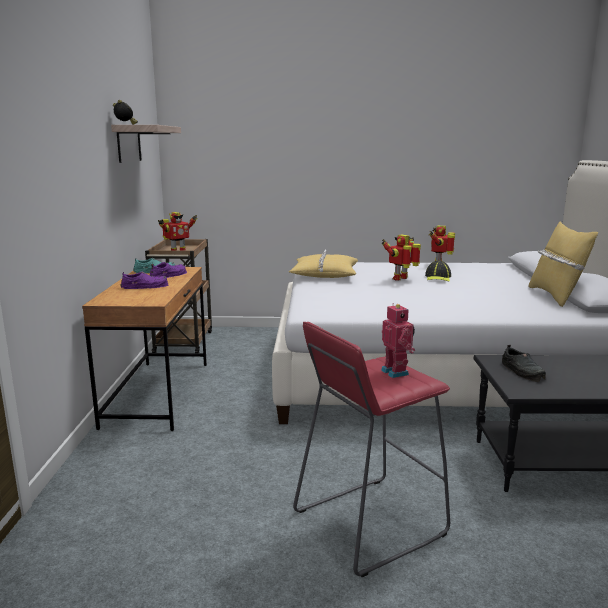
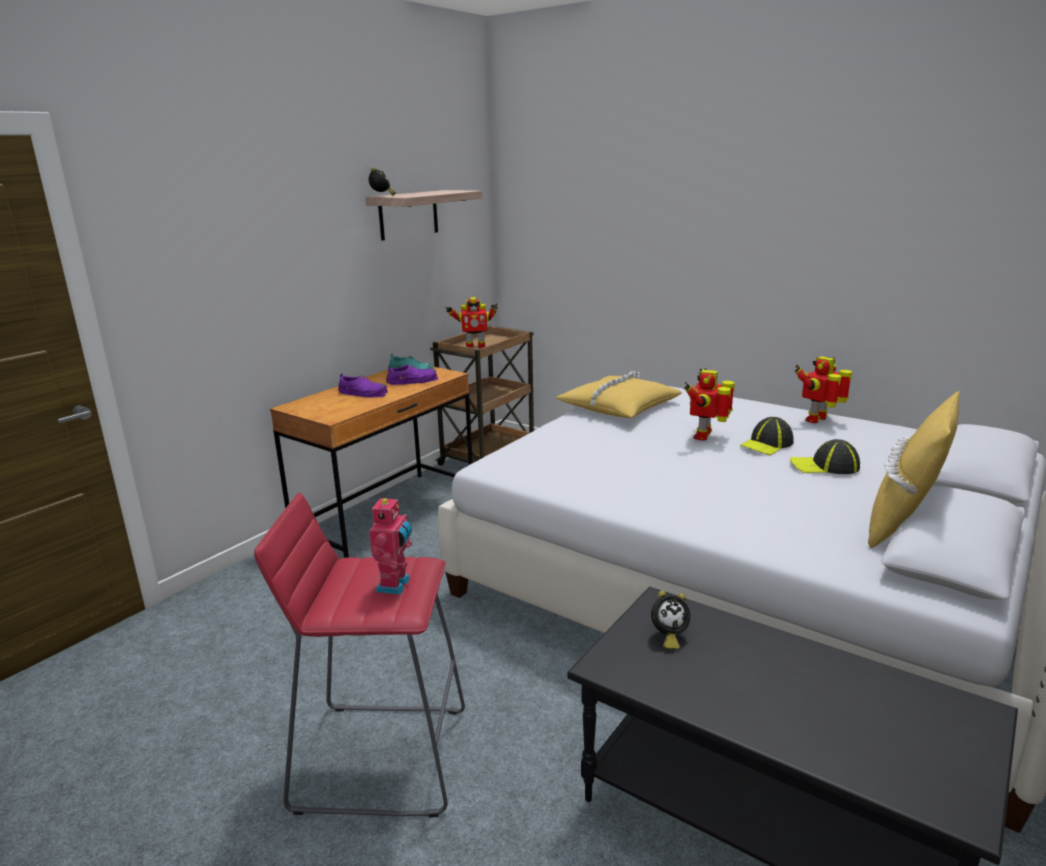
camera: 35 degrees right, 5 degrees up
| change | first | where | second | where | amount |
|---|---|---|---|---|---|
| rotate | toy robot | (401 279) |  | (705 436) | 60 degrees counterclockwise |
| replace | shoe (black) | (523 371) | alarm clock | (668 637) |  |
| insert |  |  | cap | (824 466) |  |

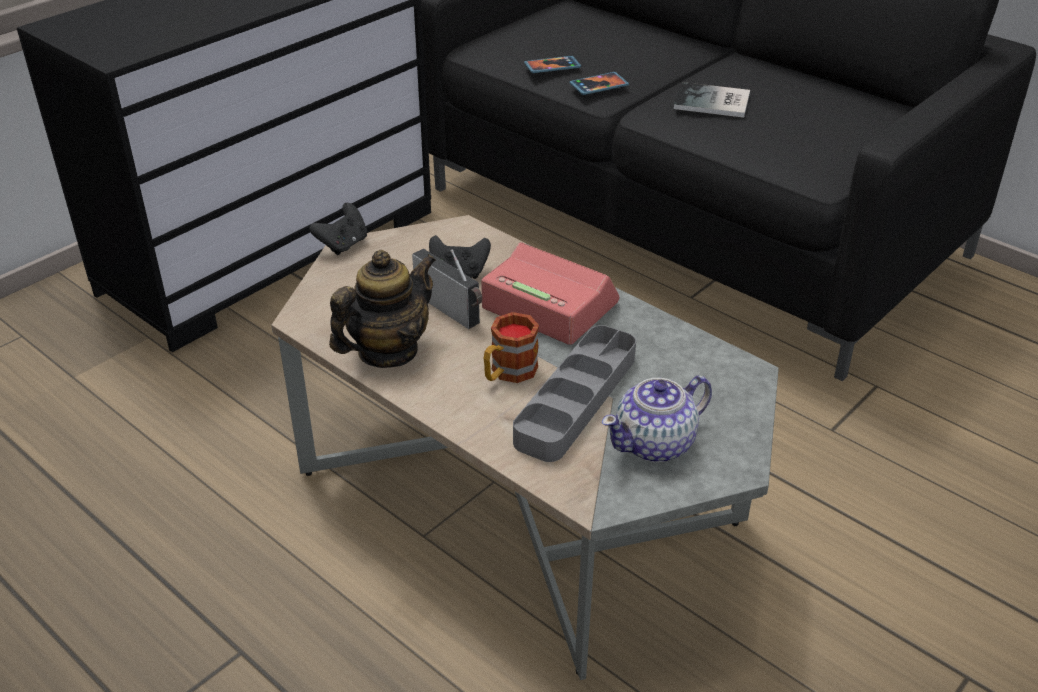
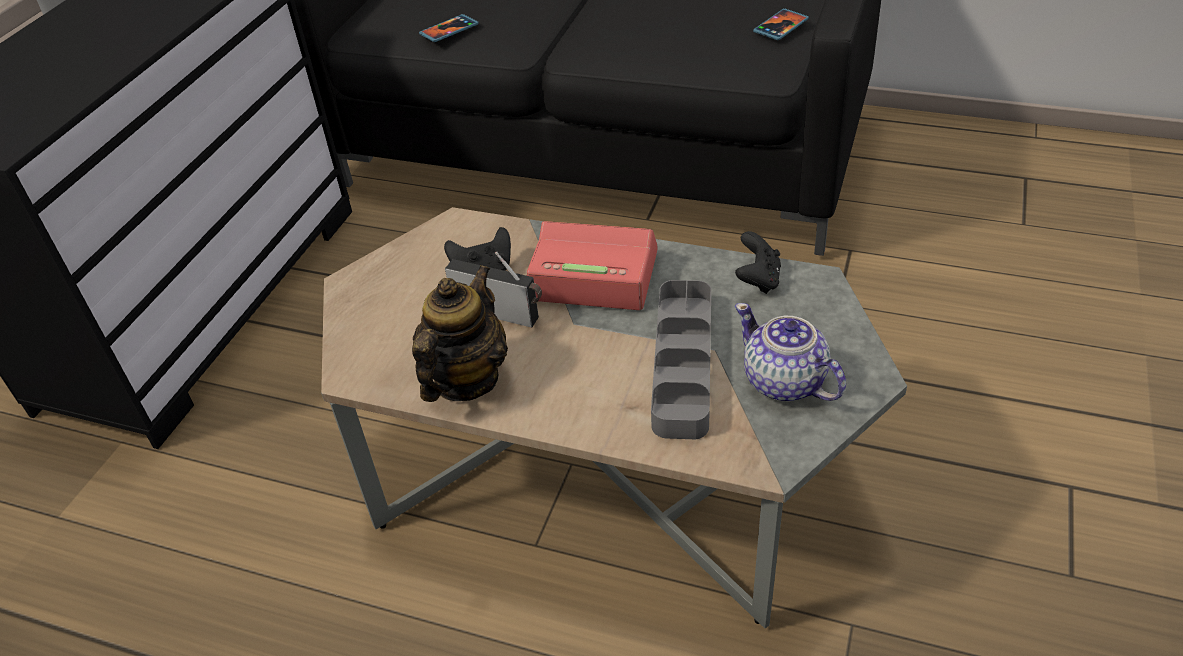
camera: 20 degrees left, 5 degrees up
| change | first | where | second | where | amount |
|---|---|---|---|---|---|
| move | game controller (black) | (343 245) |  | (758 280) |  |
| delete | mug | (508 373) |  |  |  |
| move | phone | (599 85) |  | (781 26) |  |
| rotate | teapot | (655 444) |  | (784 382) | 105 degrees clockwise |
| delete | book | (714 102) |  |  |  |

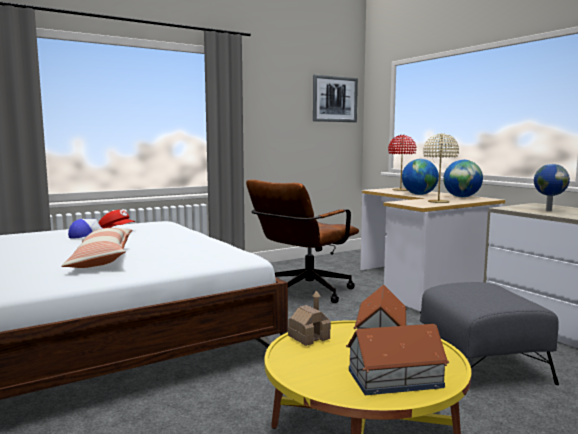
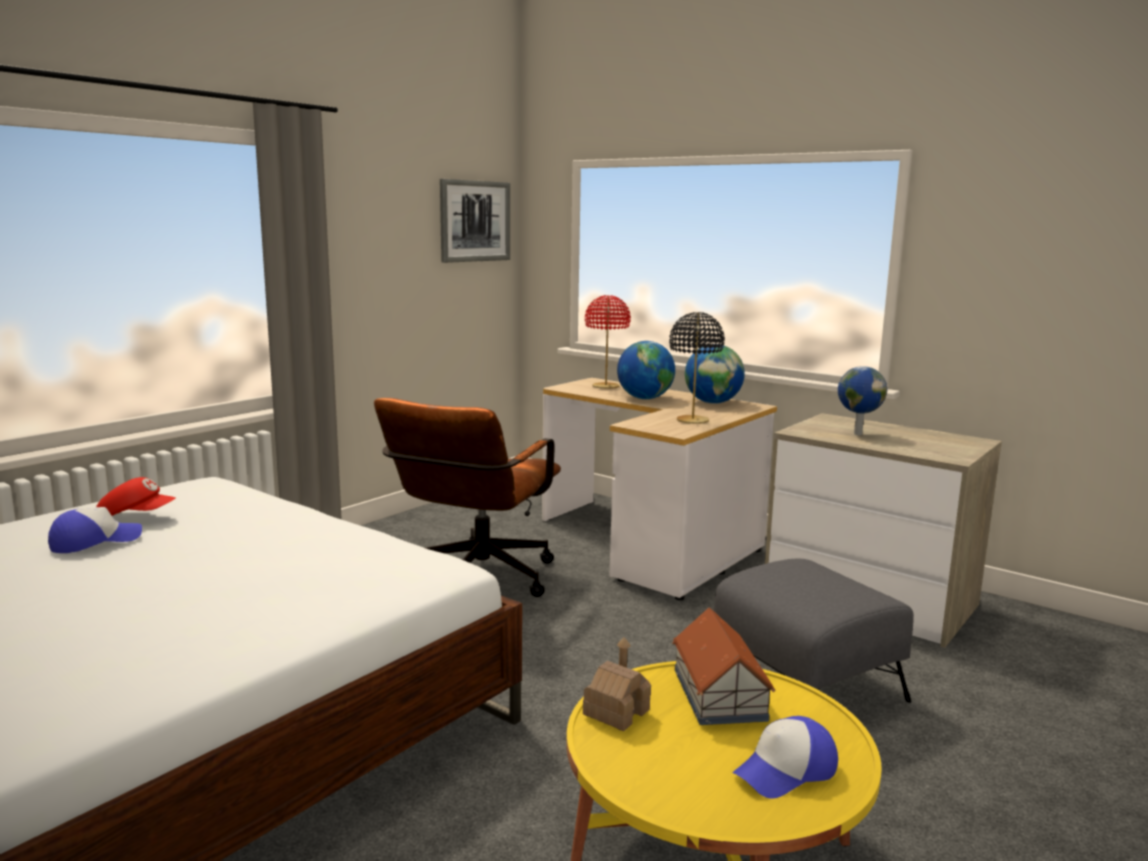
camera: 20 degrees left, 5 degrees up
| change | first | where | second | where | amount |
|---|---|---|---|---|---|
| delete | pillow | (102 259) |  |  |  |
| replace | toy house | (396 378) | cap | (786 771) |  |
| recolor | table lamp (beige) | (438 202) | table lamp (black) | (693 421) |  |

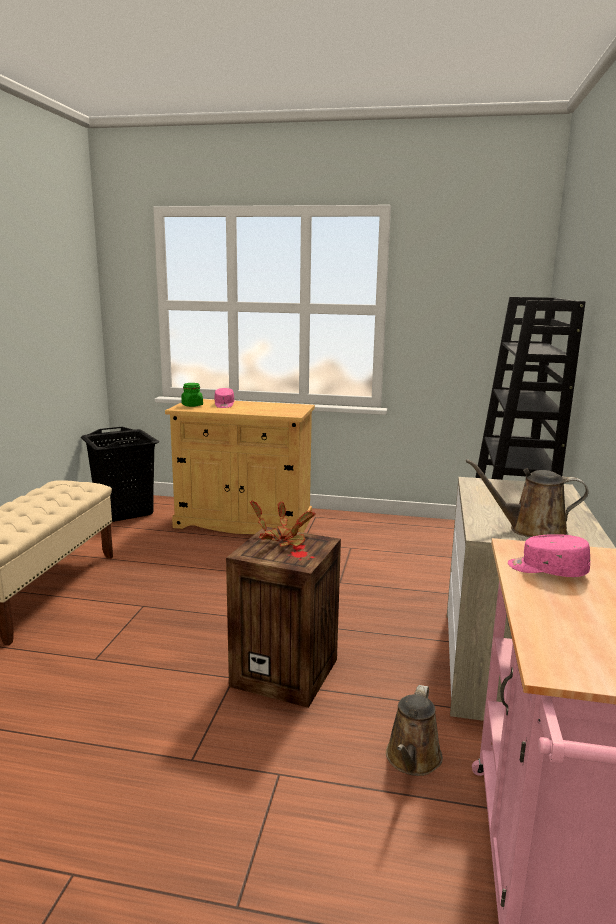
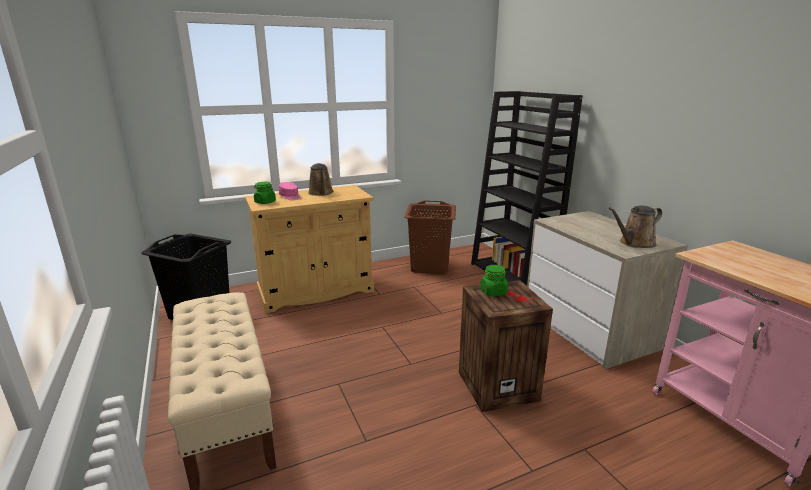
camera: 35 degrees left, 5 degrees up
| change | first | where | second | where | amount |
|---|---|---|---|---|---|
| replace | potted plant | (282 539) | jar (green) | (493 292) |  |
| move | watering can (brown) | (412 760) |  | (321 193) |  |
| delete | cap (pink) | (547 570) |  |  |  |
| insert |  |  | laundry basket (brown) | (429 266) |  |

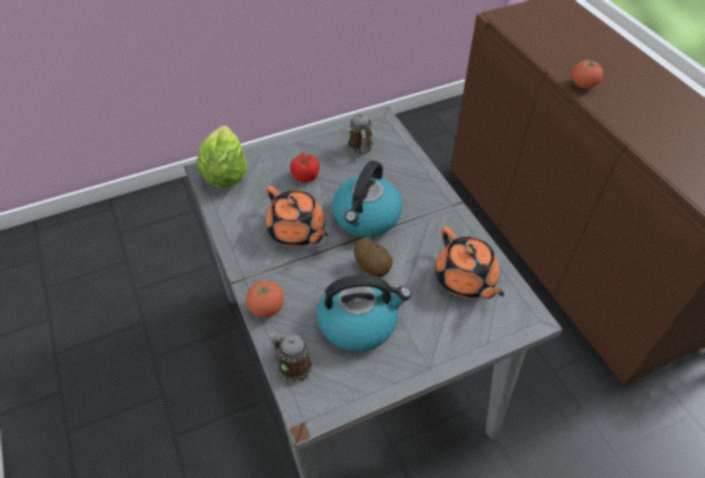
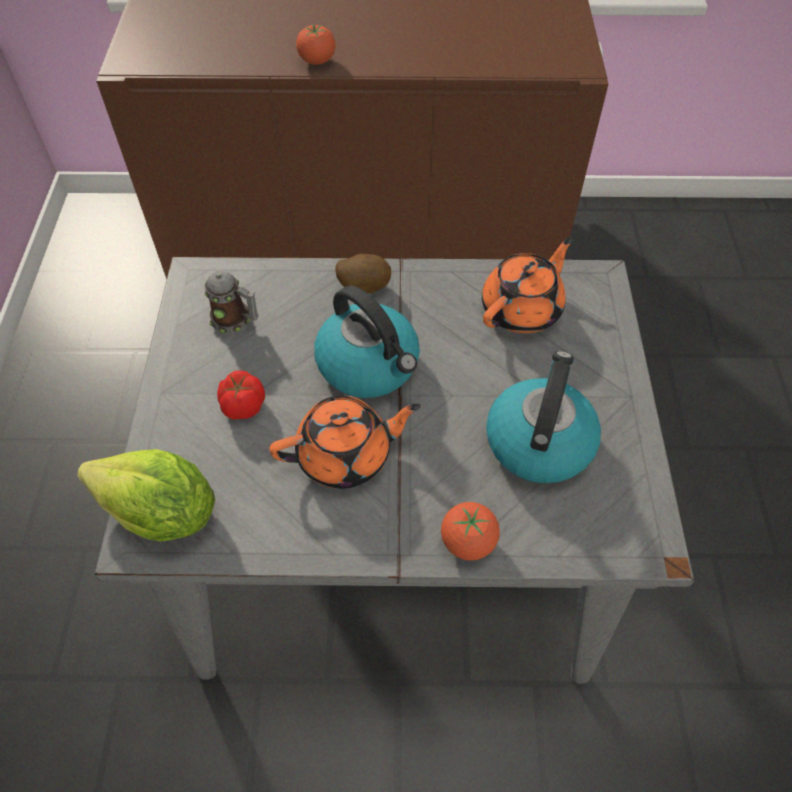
camera: 65 degrees left, 5 degrees up
| change | first | where | second | where | amount |
|---|---|---|---|---|---|
| delete | mug | (292 365) |  |  |  |
| move | potato | (373 268) |  | (363 287) |  |
| rotate | teapot (orange) | (465 279) |  | (522 309) | 45 degrees counterclockwise |

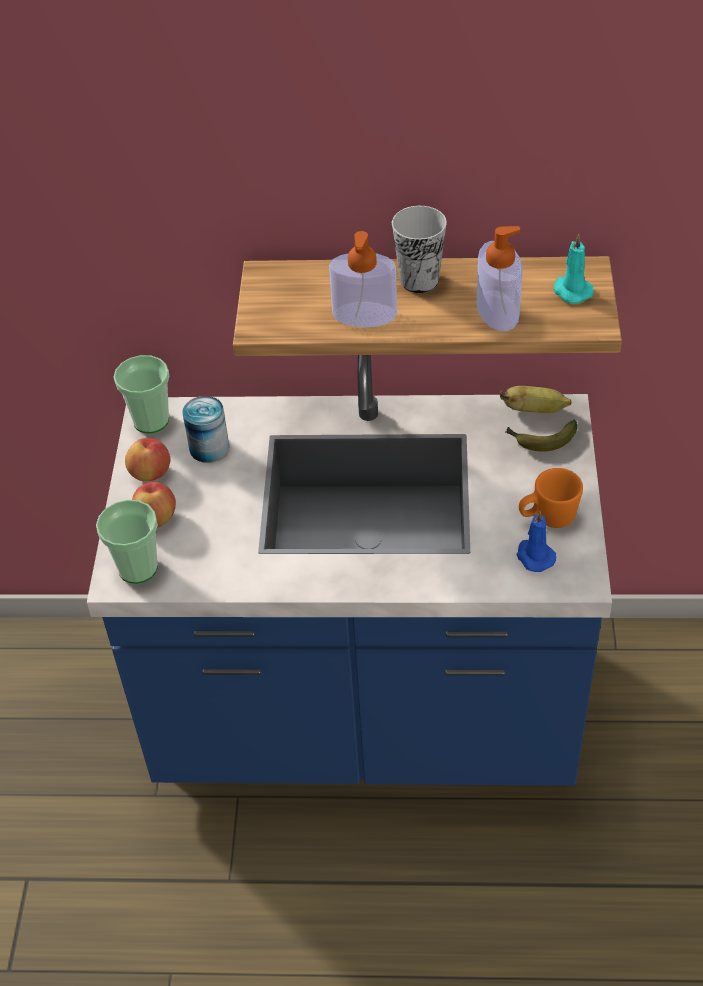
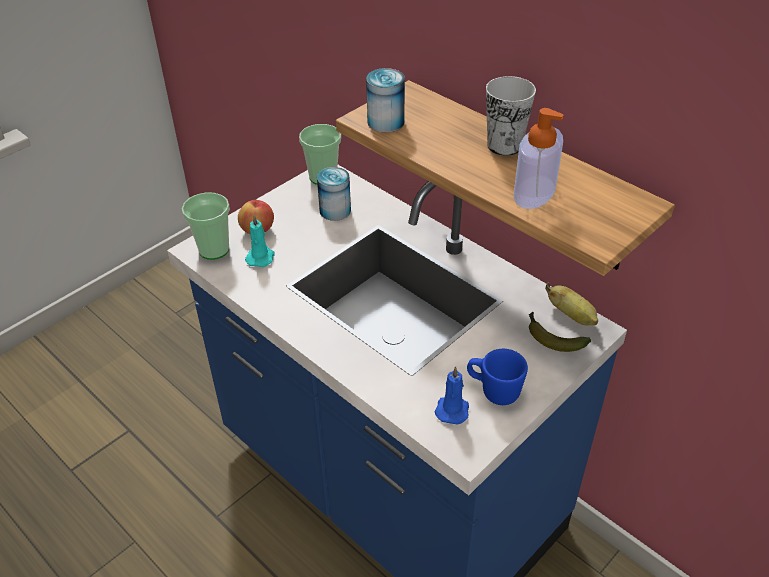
camera: 40 degrees right, 5 degrees down
| change | first | where | second | where | amount |
|---|---|---|---|---|---|
| delete | apple | (151 473) |  |  |  |
| delete | soap dispenser | (364 315) |  |  |  |
| recolor | mug (orange) | (547 518) | mug (blue) | (493 391) |  |
| move | candle (turquoise) | (571 291) |  | (261 257) |  |
| insert |  |  | can | (386 122) |  |

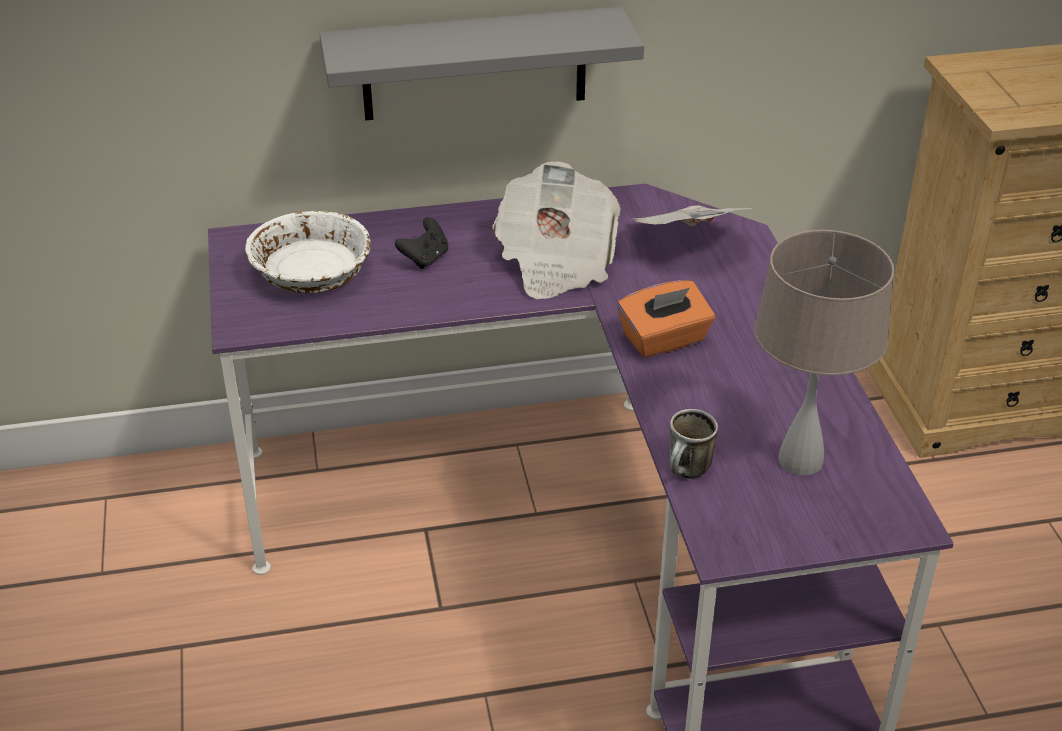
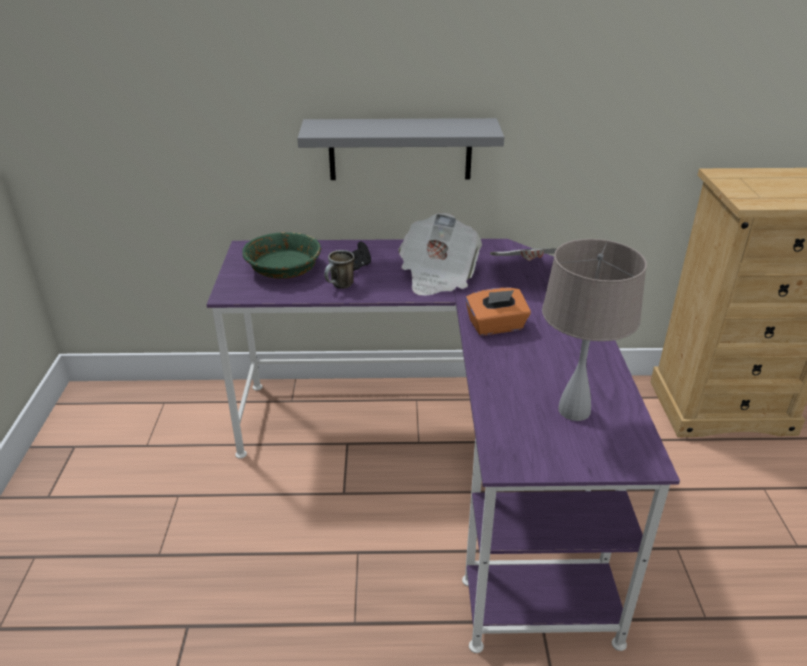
camera: 10 degrees right, 5 degrees down
| change | first | where | second | where | amount |
|---|---|---|---|---|---|
| recolor | bowl (white) | (312 272) | bowl (green) | (284 268) |  |
| move | mug | (688 473) |  | (340 286) |  |

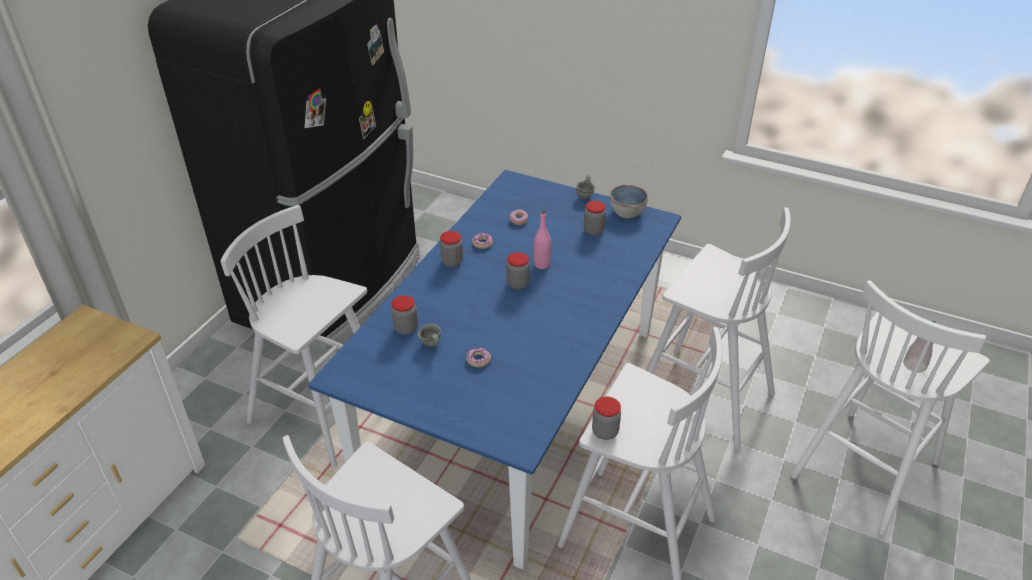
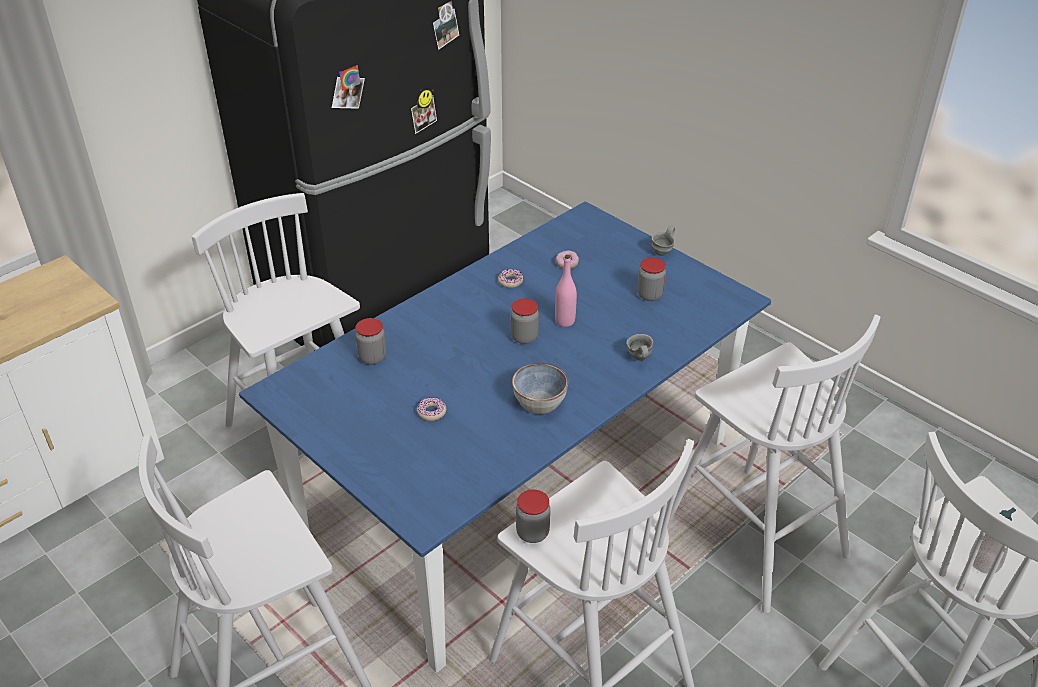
camera: 20 degrees right, 0 degrees up
| change | first | where | second | where | amount |
|---|---|---|---|---|---|
| move | mug (grey) | (430 346) |  | (638 359) |  |
| delete | jar | (452 262) |  |  |  |
| move | bowl | (627 212) |  | (539 403) |  |

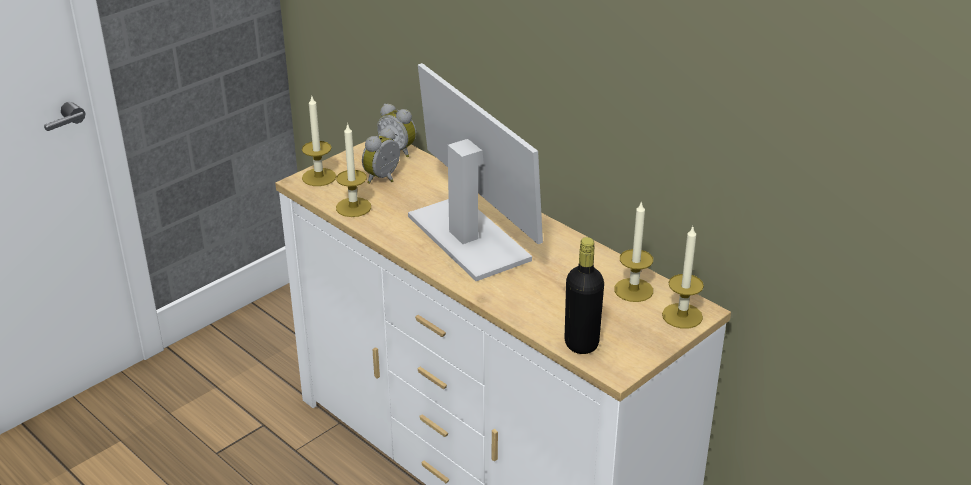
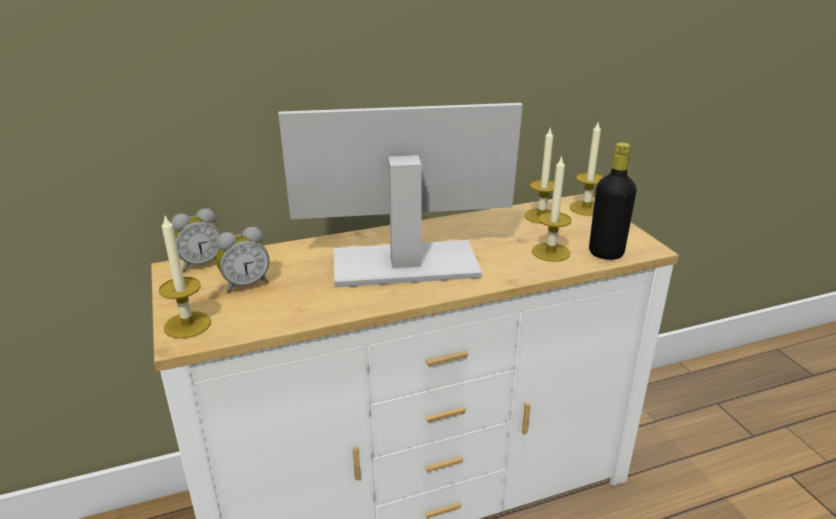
camera: 65 degrees left, 5 degrees down
| change | first | where | second | where | amount |
|---|---|---|---|---|---|
| move | candle | (353 207) |  | (550 252) |  |
| rotate | alarm clock | (384 179) |  | (245 284) | 90 degrees counterclockwise |

